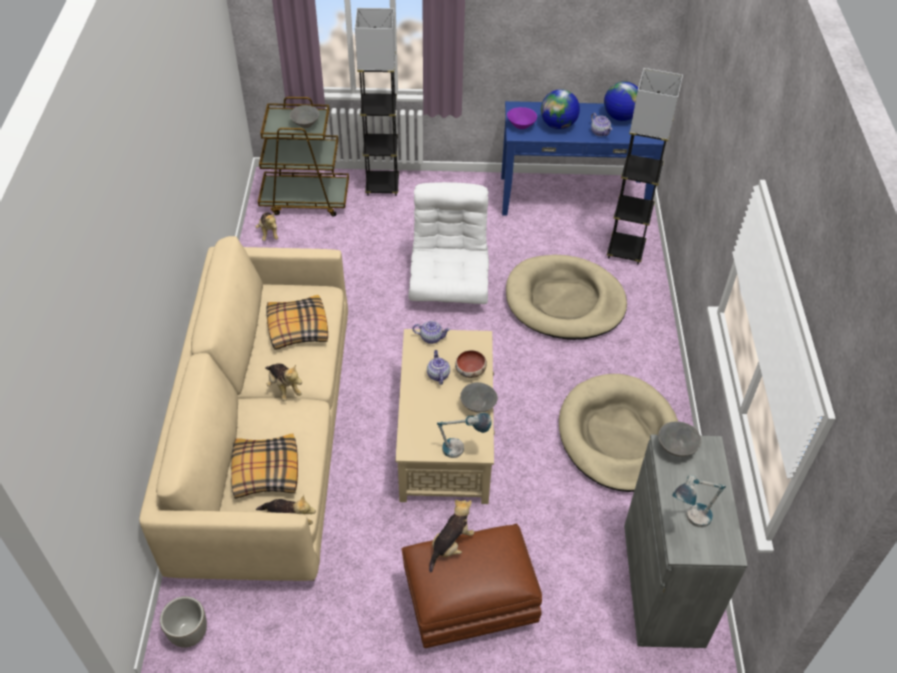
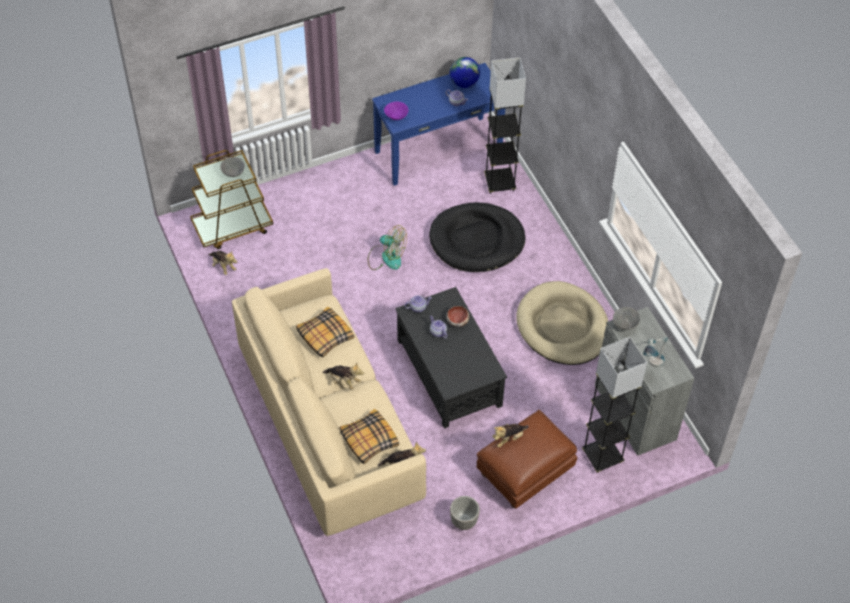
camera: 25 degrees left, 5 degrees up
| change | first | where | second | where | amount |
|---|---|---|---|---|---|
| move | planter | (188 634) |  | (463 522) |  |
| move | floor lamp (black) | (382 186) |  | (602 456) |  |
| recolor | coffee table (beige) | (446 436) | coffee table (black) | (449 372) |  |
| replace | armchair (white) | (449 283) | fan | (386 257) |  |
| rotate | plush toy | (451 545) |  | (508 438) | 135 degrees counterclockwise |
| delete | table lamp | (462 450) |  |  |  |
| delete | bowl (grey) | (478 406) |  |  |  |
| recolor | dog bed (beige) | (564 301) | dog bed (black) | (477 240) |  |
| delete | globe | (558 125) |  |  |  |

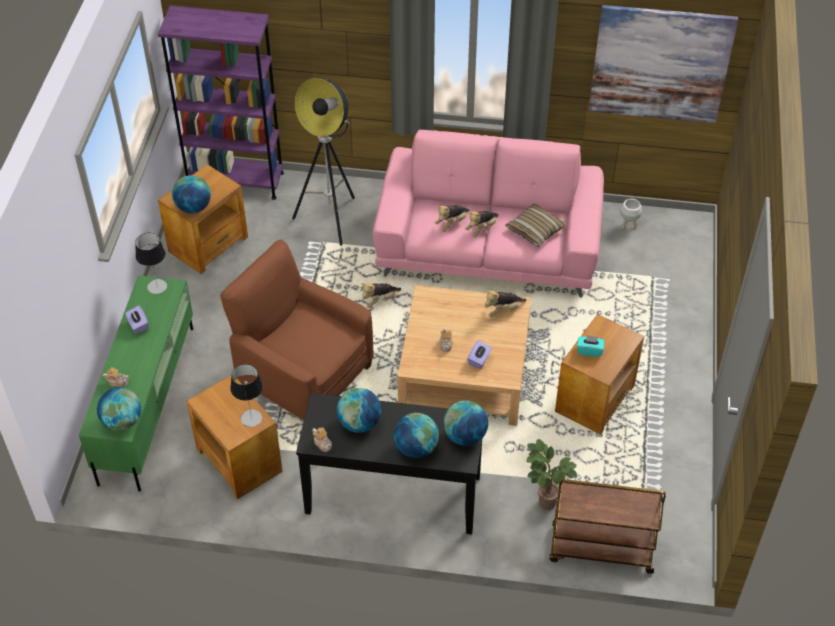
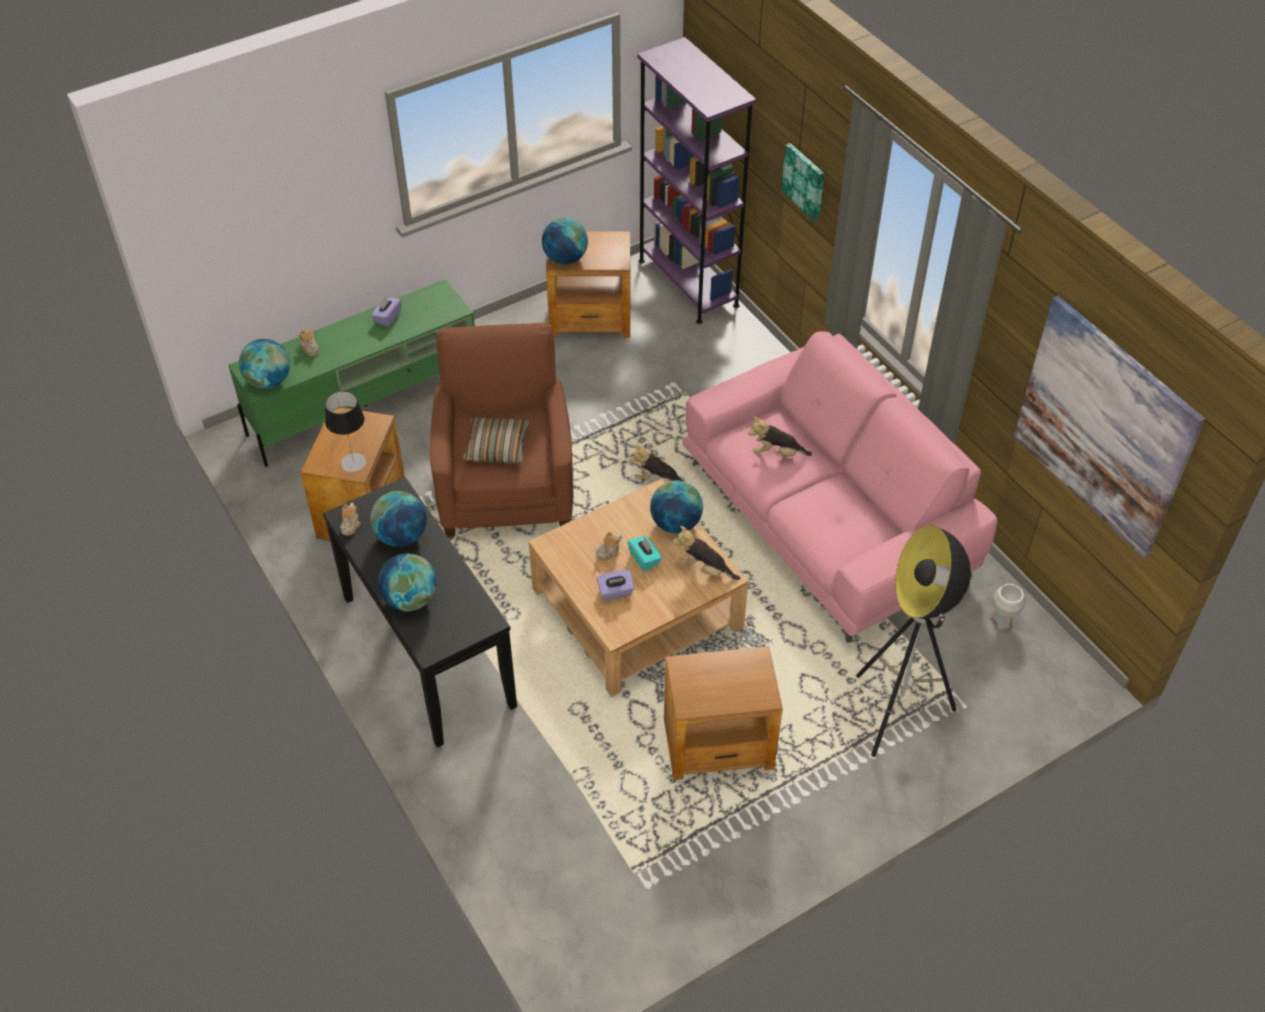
camera: 50 degrees right, 0 degrees up
| change | first | where | second | where | amount |
|---|---|---|---|---|---|
| delete | table lamp | (157 286) |  |  |  |
| move | floor lamp | (331 219) |  | (898 714) |  |
| move | globe | (465 436) |  | (675 523) |  |
| delete | plush toy | (481 229) |  |  |  |
| move | pillow | (535 230) |  | (497 447) |  |
| delete | potted plant | (544 503) |  |  |  |
| delete | cart (brown) | (600 550) |  |  |  |
| move | tissue box (turquoise) | (589 350) |  | (644 559) |  |
| insert |  |  | picture | (804 181) |  |

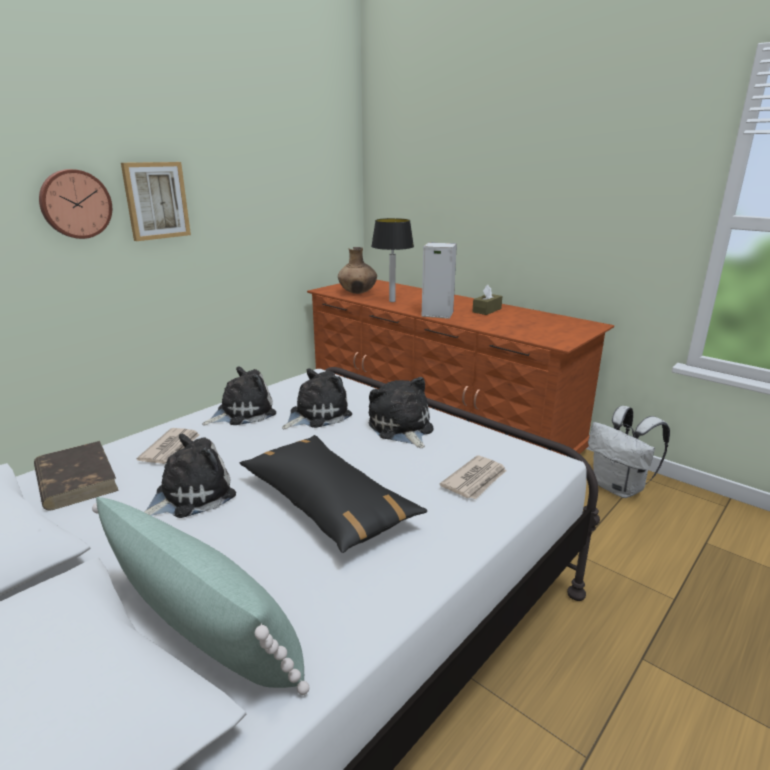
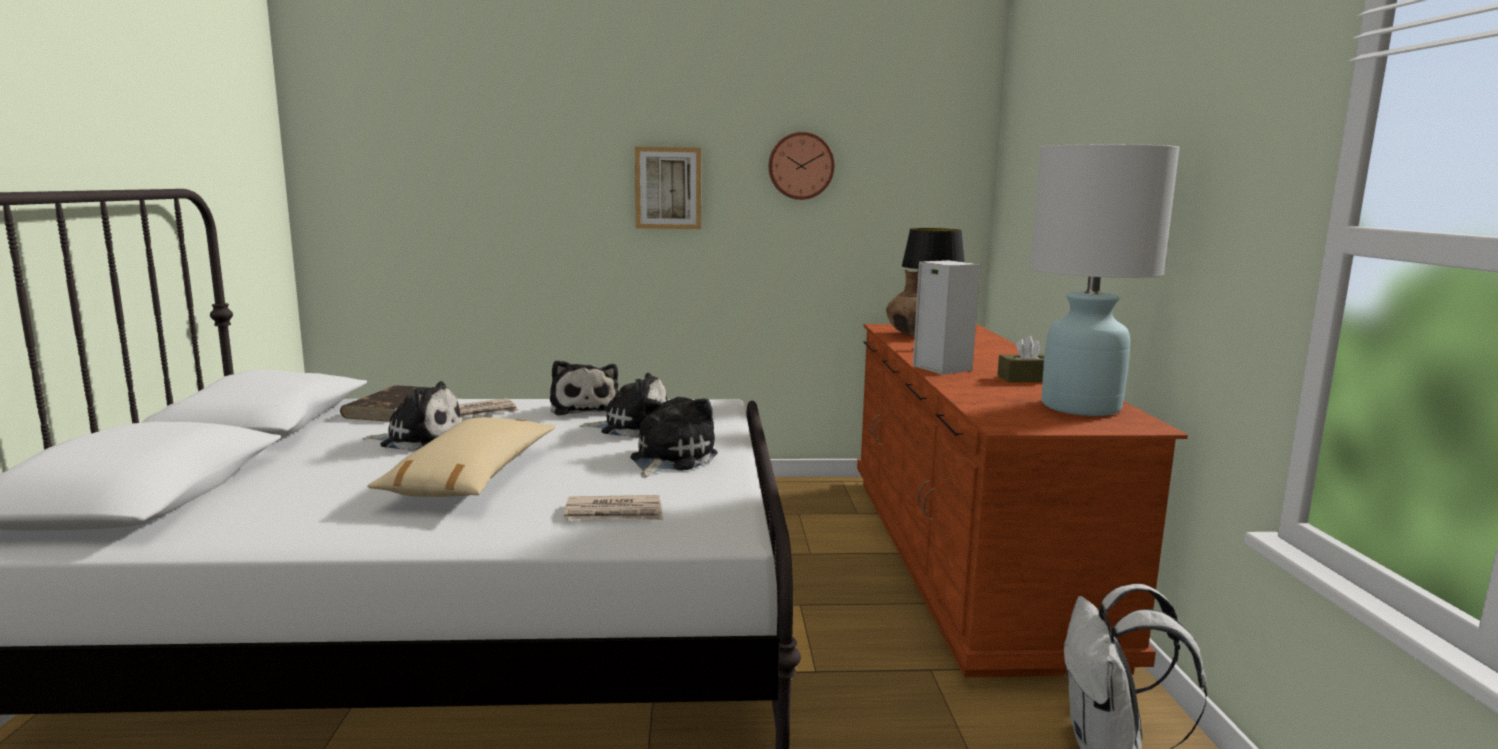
camera: 45 degrees right, 10 degrees down
| change | first | where | second | where | amount |
|---|---|---|---|---|---|
| move | wall clock | (75 204) |  | (800 166) |  |
| delete | pillow (green) | (205 627) |  |  |  |
| rotate | plush toy | (242 412) |  | (583 407) | 60 degrees clockwise |
| recolor | pillow (black) | (327 504) | pillow (beige) | (472 477) |  |
| insert |  |  | table lamp (white) | (1080 407) |  |

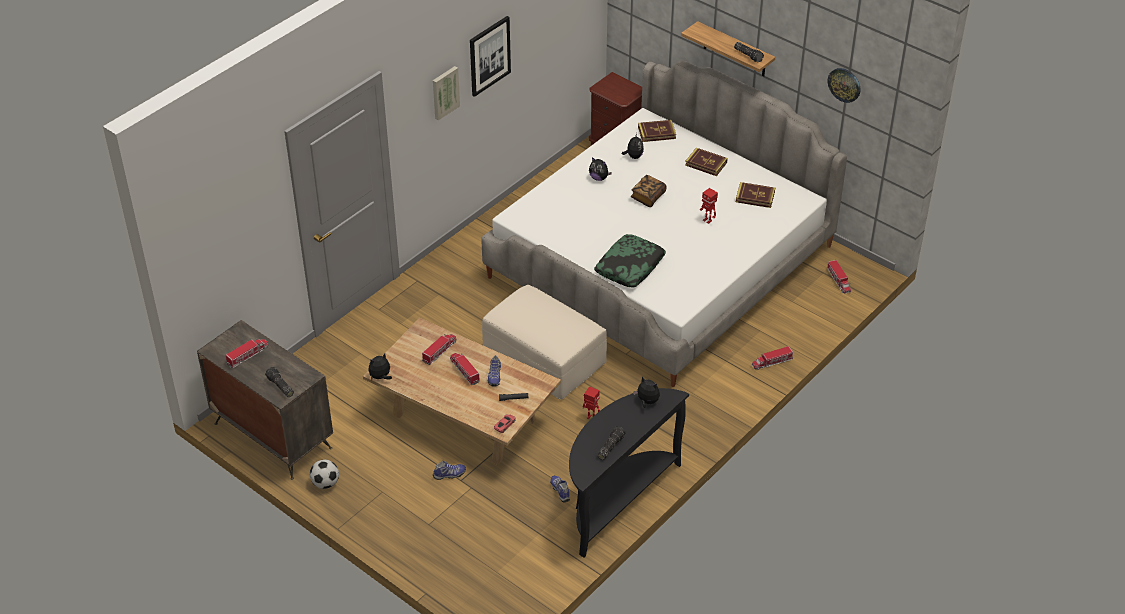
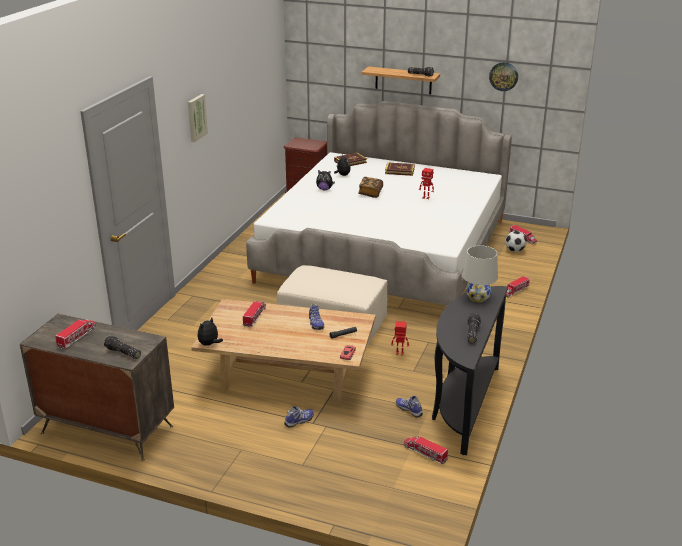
camera: 20 degrees left, 15 degrees down
| change | first | where | second | where | amount |
|---|---|---|---|---|---|
| move | football | (325 483) |  | (515 250) |  |
| move | toy truck | (464 371) |  | (425 453) |  |
| delete | picture | (489 55) |  |  |  |
| delete | pillow | (630 267) |  |  |  |
| replace | plush toy | (647 402) | table lamp (white) | (478 298) |  |
| delete | book | (755 197) |  |  |  |

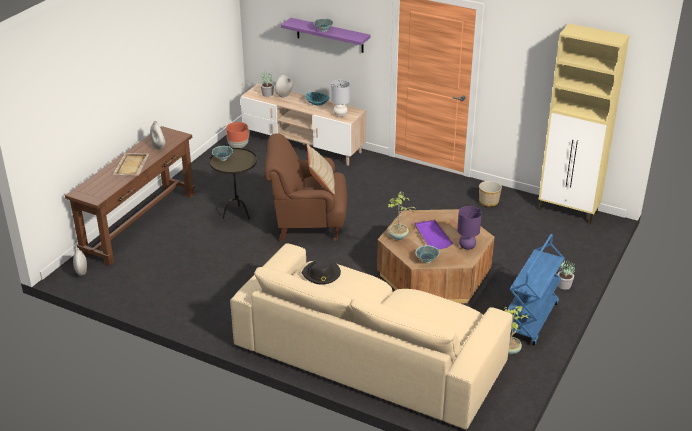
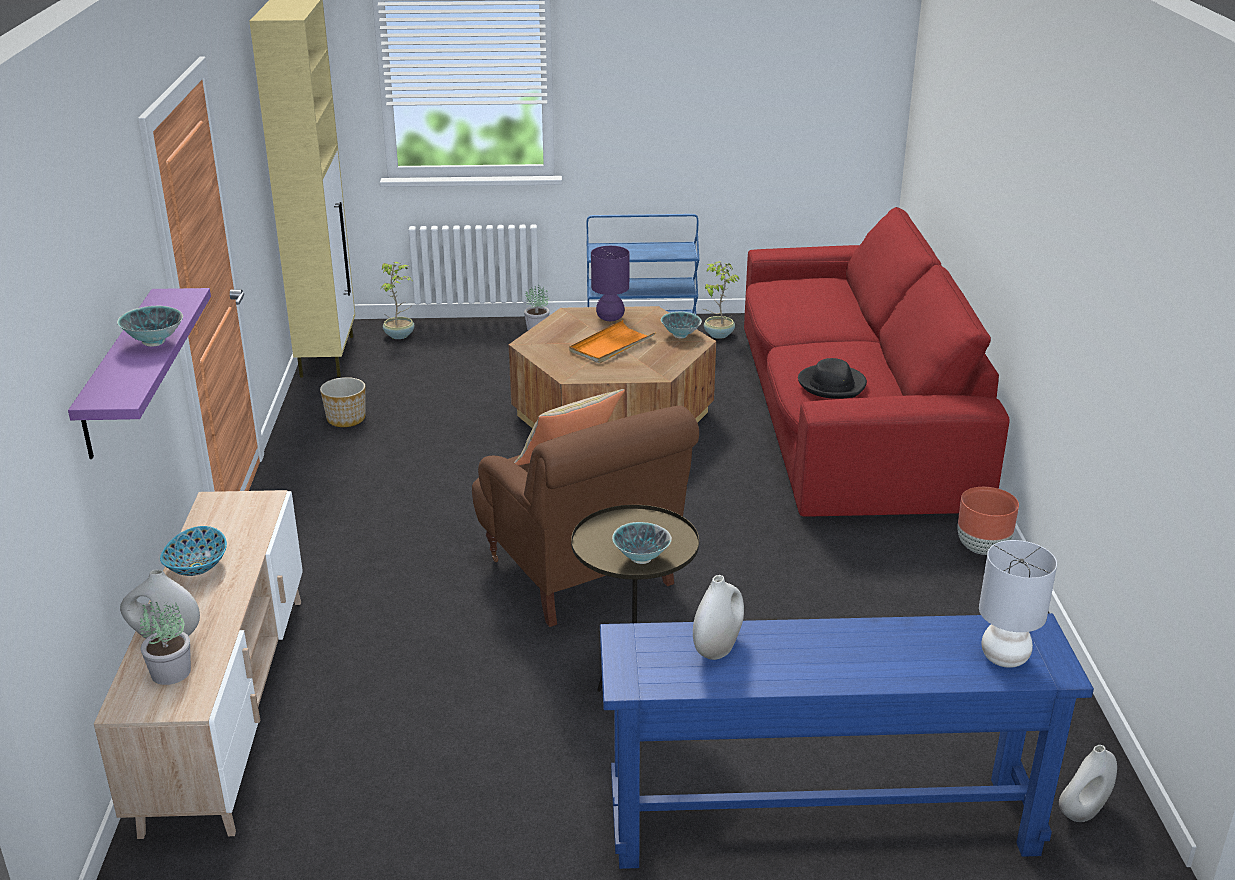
camera: 120 degrees left, 5 degrees down
| change | first | where | second | where | amount |
|---|---|---|---|---|---|
| recolor | console table (brown) | (139 223) | console table (blue) | (821 821) |  |
| delete | tray (beige) | (131 166) |  |  |  |
| move | planter (brown) | (238 146) |  | (982 548) |  |
| recolor | sofa (beige) | (370 353) | sofa (red) | (848 414) |  |
| move | table lamp (grey) | (340 114) |  | (1003 658) |  |
| move | potted plant | (398 237) |  | (400 335) |  |
| recolor | tray (purple) | (432 236) | tray (orange) | (611 345) |  |

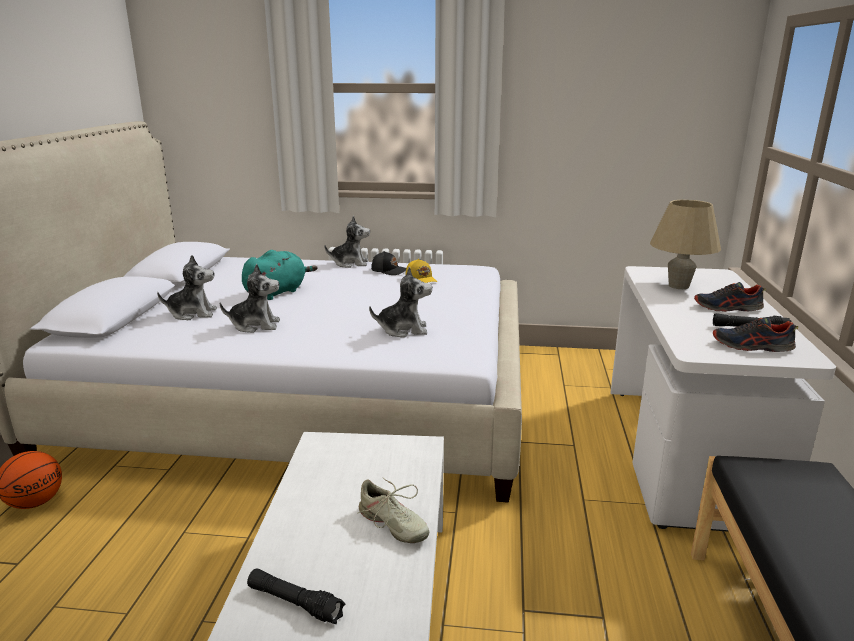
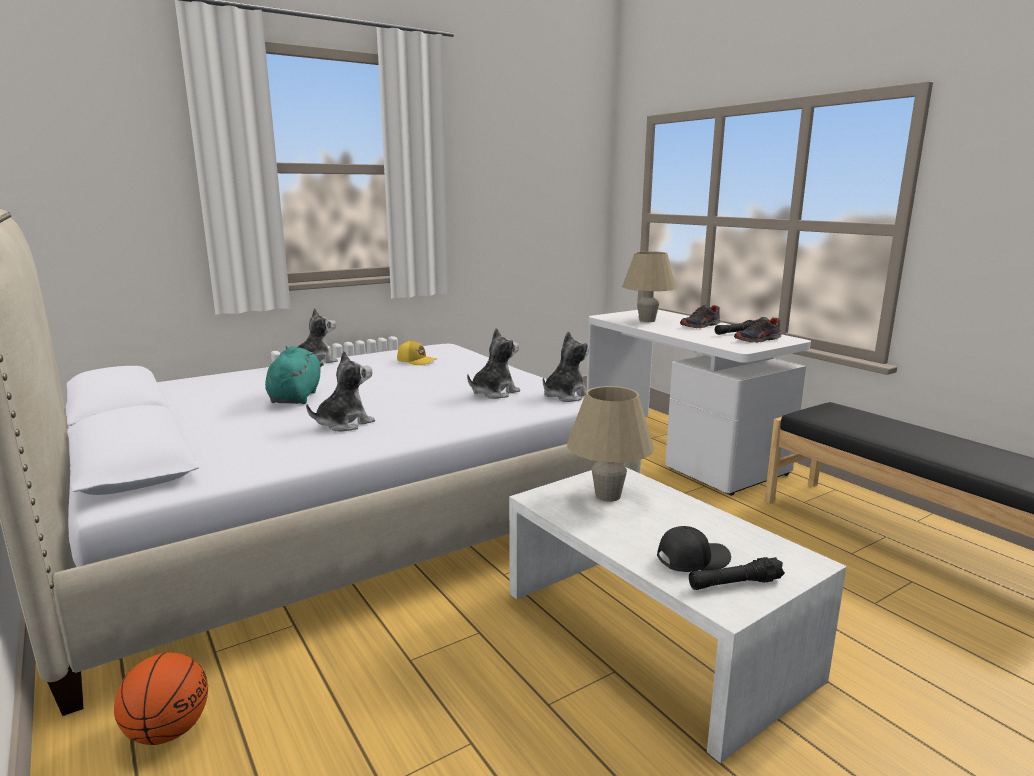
camera: 40 degrees left, 5 degrees down
| change | first | where | second | where | amount |
|---|---|---|---|---|---|
| move | plush toy | (192 313) |  | (565 396) |  |
| delete | shoe (beige) | (392 525) |  |  |  |
| move | cap (black) | (389 270) |  | (691 559) |  |
| insert |  |  | table lamp (beige) | (607 496) |  |

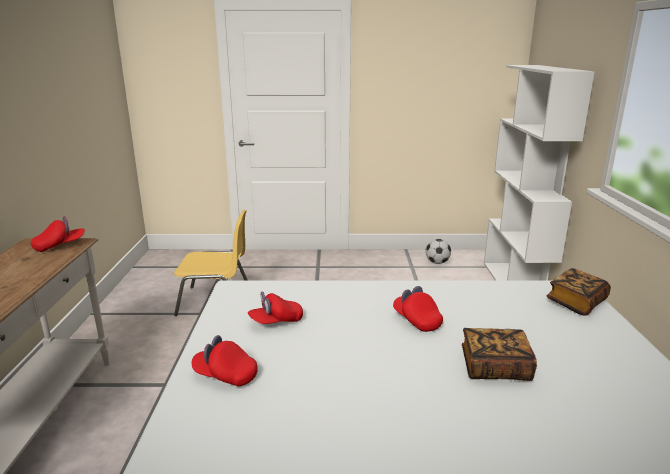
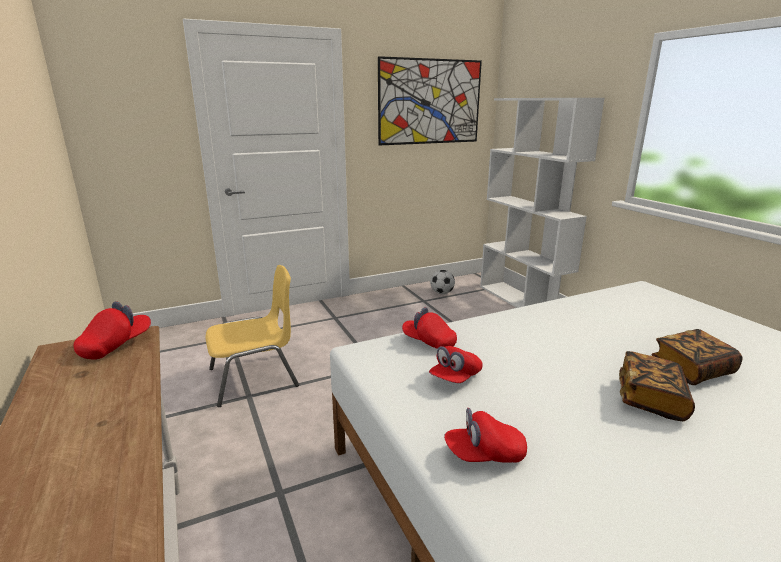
camera: 25 degrees left, 0 degrees up
| change | first | where | second | where | amount |
|---|---|---|---|---|---|
| move | cap (red) | (417 320) |  | (429 342) |  |
| move | book | (576 302) |  | (650 399) |  |
| insert |  |  | picture | (430 102) |  |

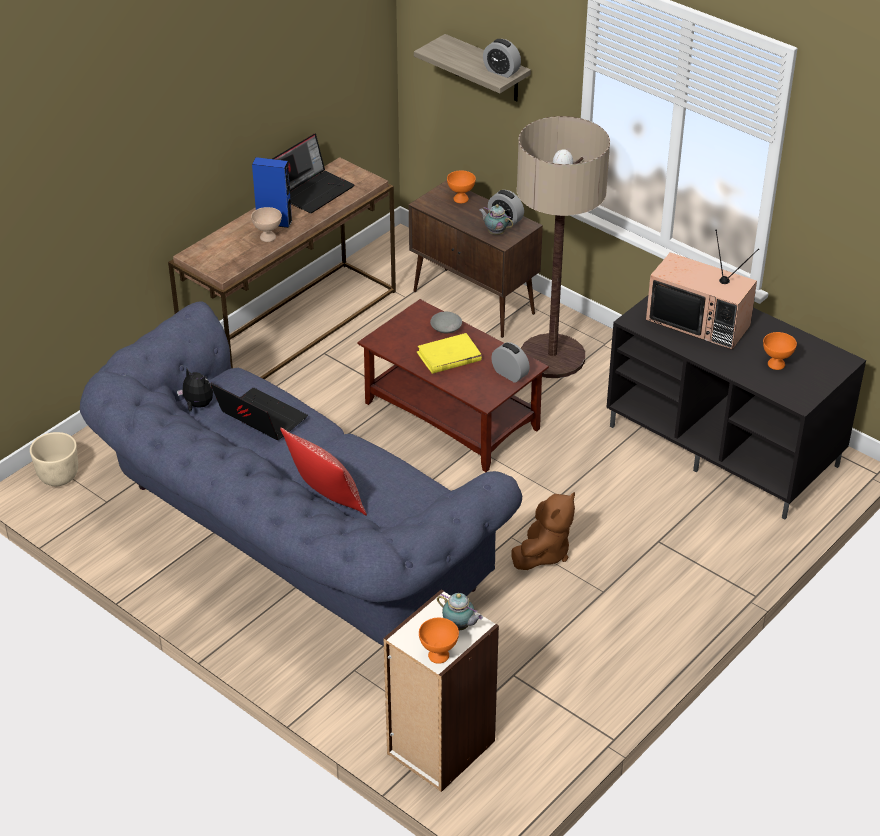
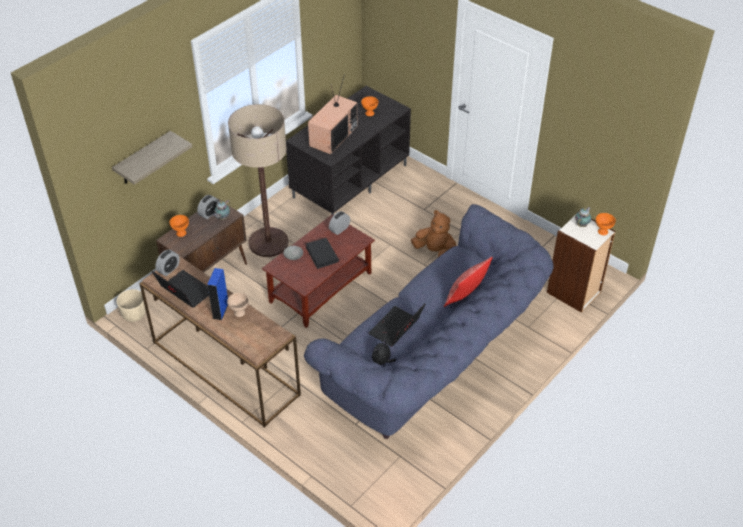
camera: 90 degrees left, 5 degrees up
| change | first | where | second | where | amount |
|---|---|---|---|---|---|
| move | planter (beige) | (58 477) |  | (134 315) |  |
| recolor | book (yellow) | (448 357) | book (black) | (322 255) |  |
| move | alarm clock | (501 71) |  | (169 269) |  |

